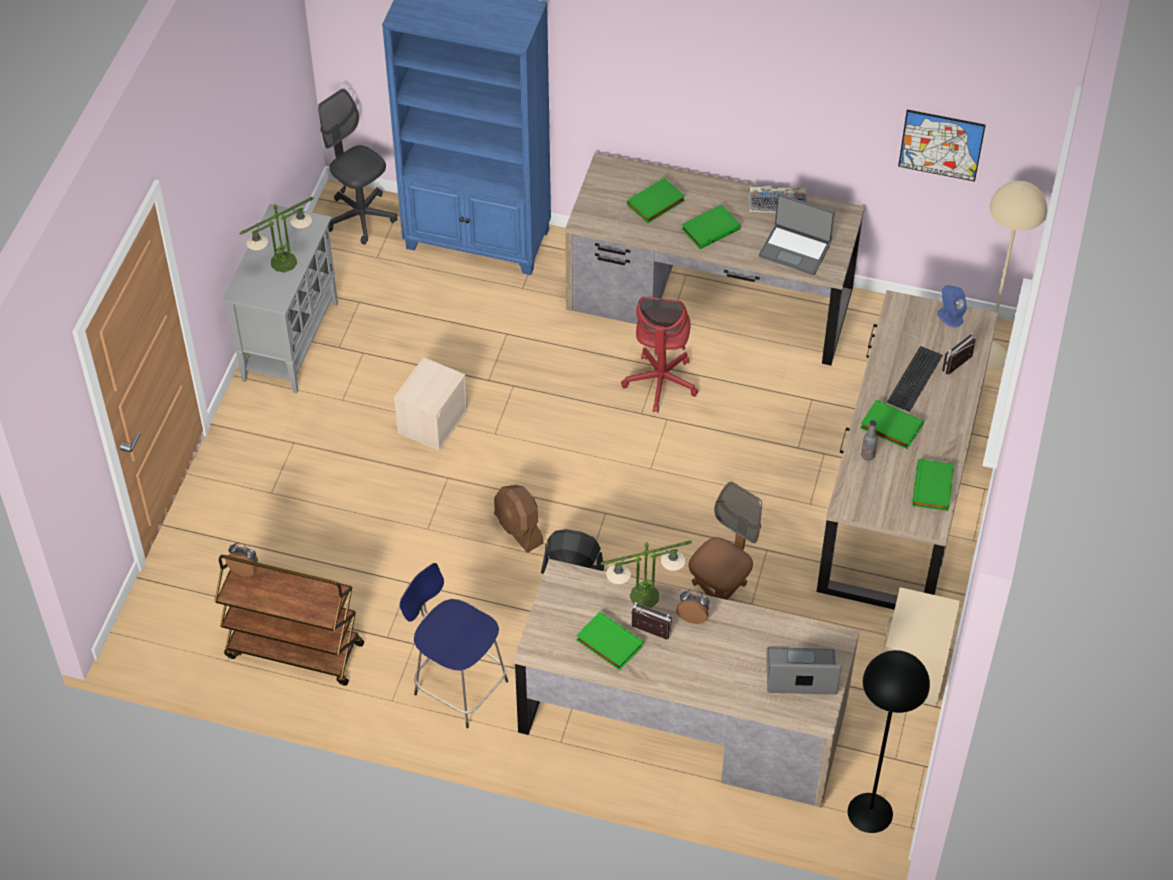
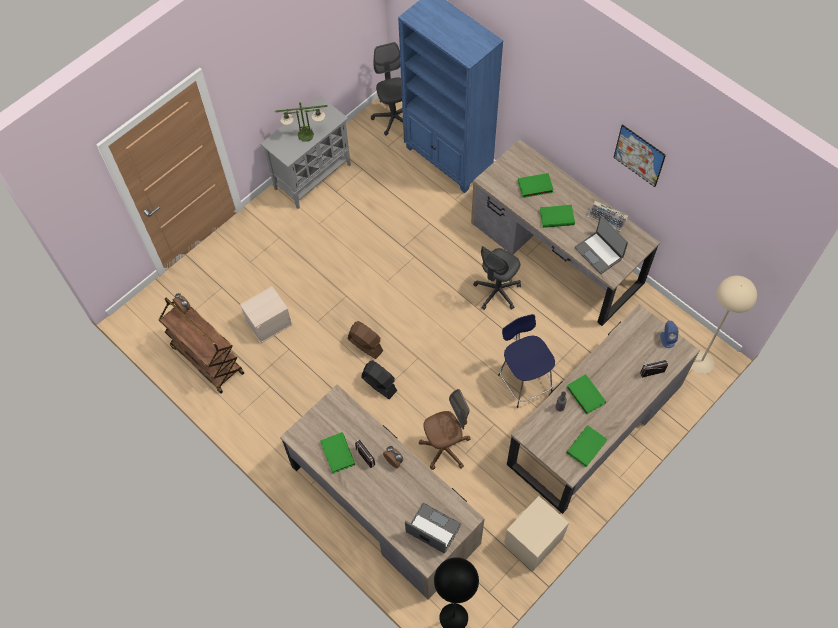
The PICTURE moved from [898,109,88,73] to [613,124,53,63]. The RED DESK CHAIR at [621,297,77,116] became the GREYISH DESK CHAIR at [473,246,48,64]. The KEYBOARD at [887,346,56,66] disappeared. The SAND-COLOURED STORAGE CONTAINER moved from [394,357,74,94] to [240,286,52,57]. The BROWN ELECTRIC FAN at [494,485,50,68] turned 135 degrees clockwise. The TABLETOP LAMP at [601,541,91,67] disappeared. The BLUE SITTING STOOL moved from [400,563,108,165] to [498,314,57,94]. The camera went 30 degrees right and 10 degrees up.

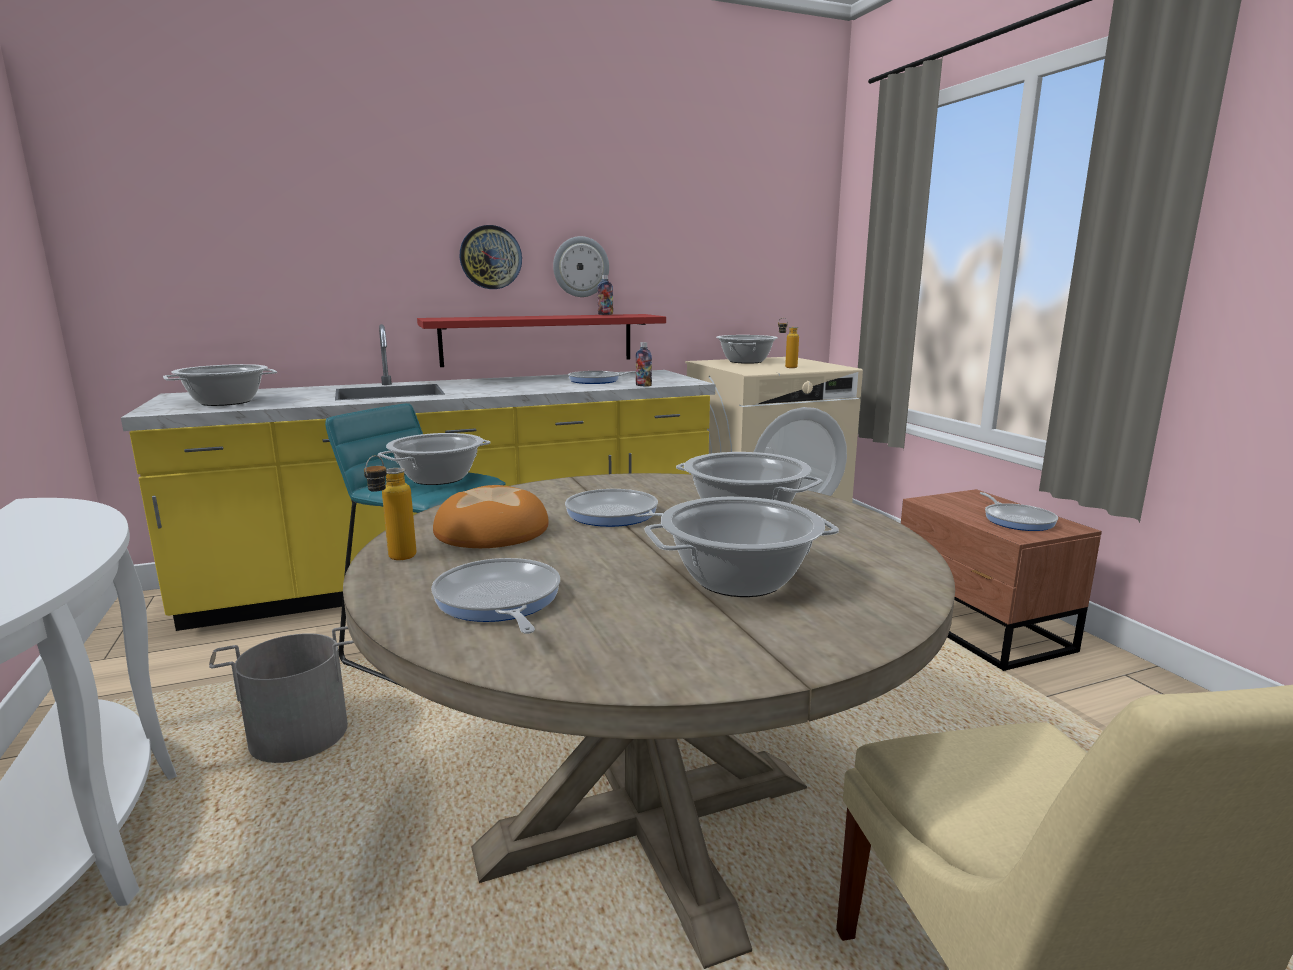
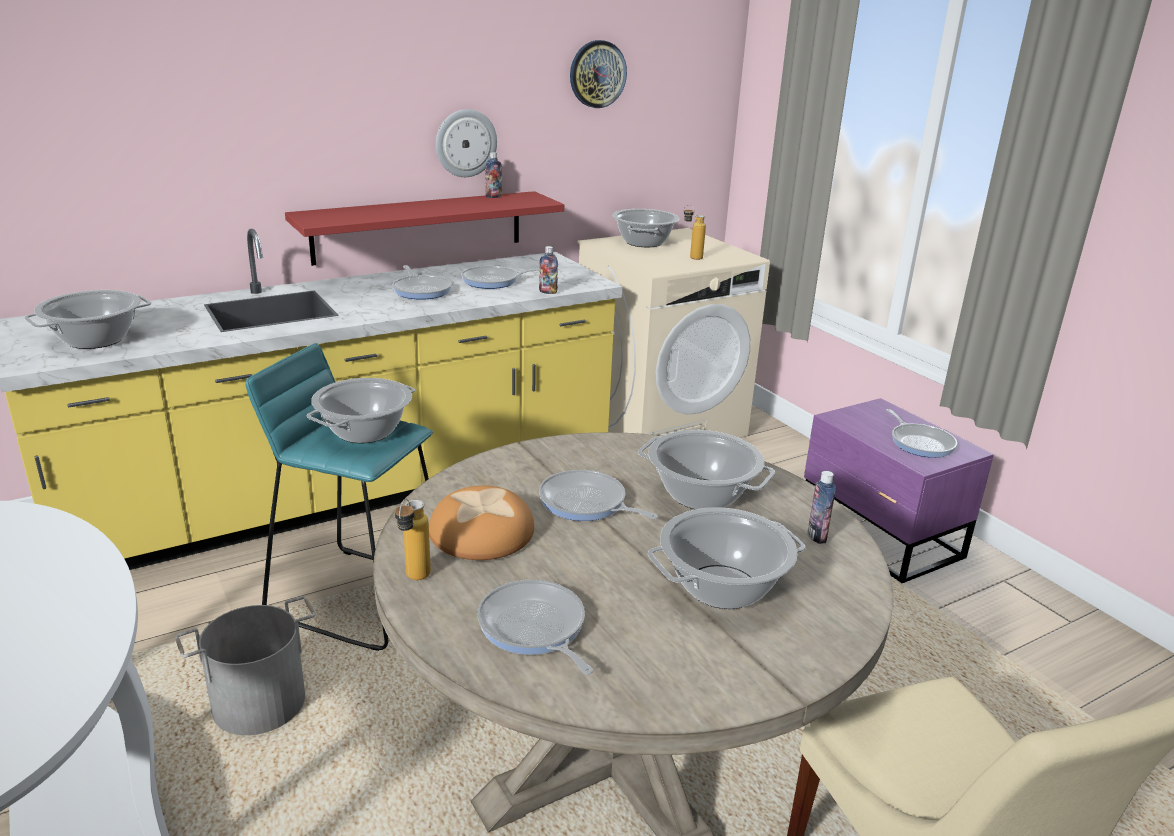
The CLOCK ON THE WALL moved from [460,225,62,64] to [570,40,57,68]. The BROWN NIGHT TABLE at [901,489,201,182] became the PURPLE-COLOURED NIGHT TABLE at [804,398,190,185]. The SKILLET at [392,265,60,35] appeared. The BOTTLE at [807,471,29,73] appeared. The camera went 10 degrees left and 10 degrees up.

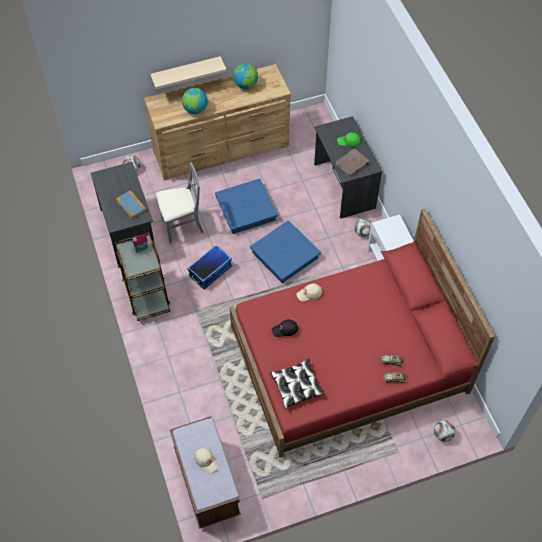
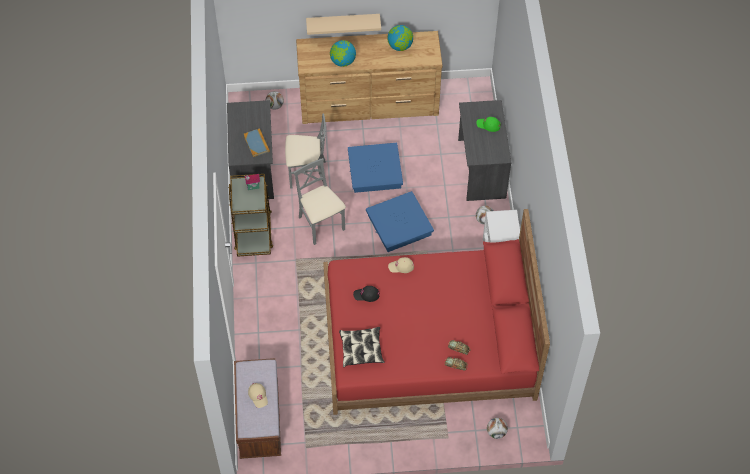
The BROWN VOLUME at [336,148,34,28] disappeared. The STORAGE CONTAINER at [187,245,45,44] was replaced by the GREYISH PLAIN CHAIR at [294,158,52,87]. The camera went 15 degrees right and 0 degrees up.

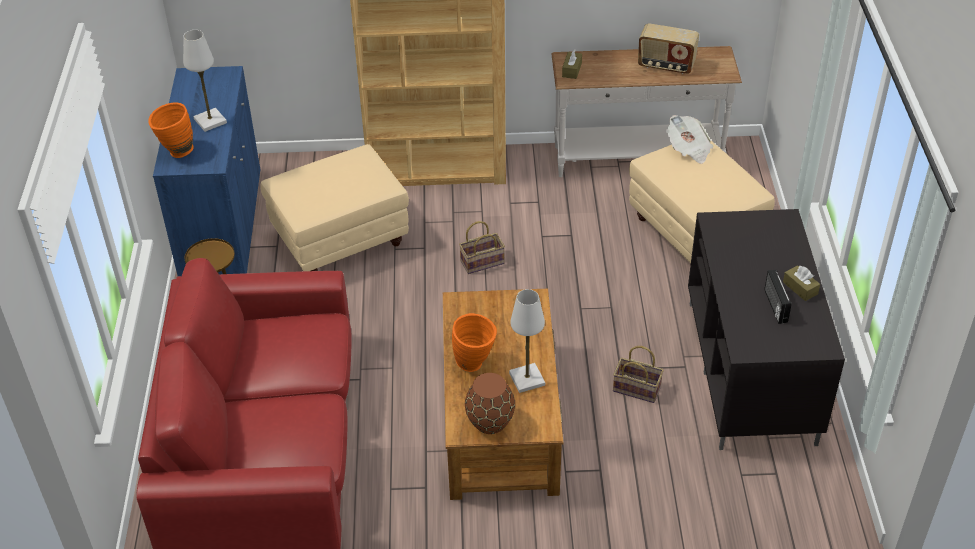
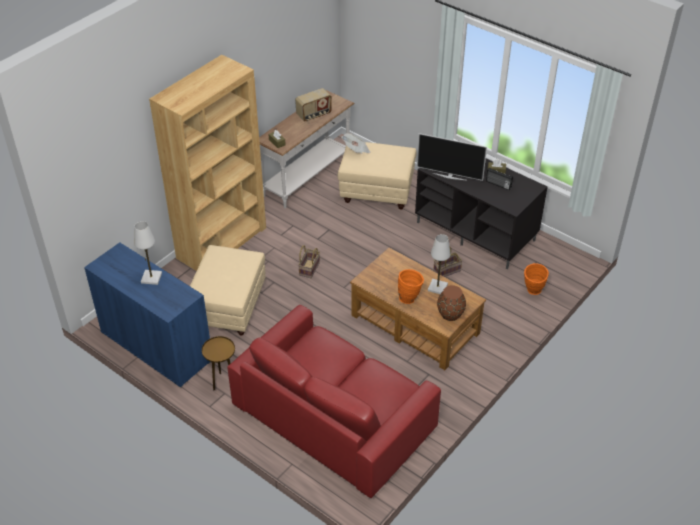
The ORANGEY VASE moved from [148,102,46,56] to [524,263,25,32]. The TV SET at [417,133,70,48] appeared. The camera went 50 degrees left and 0 degrees up.

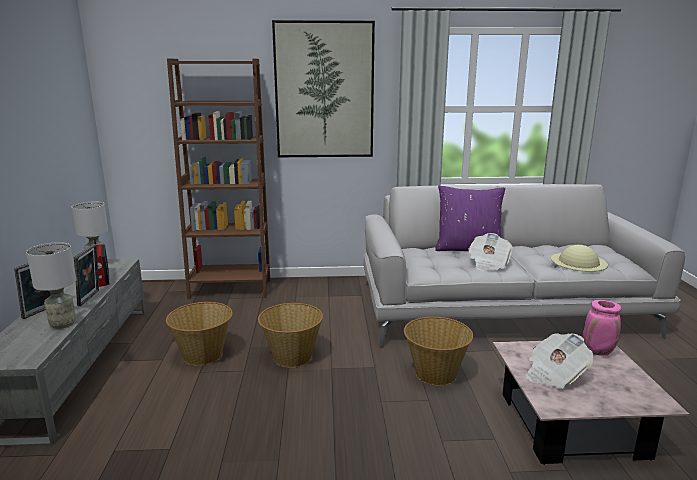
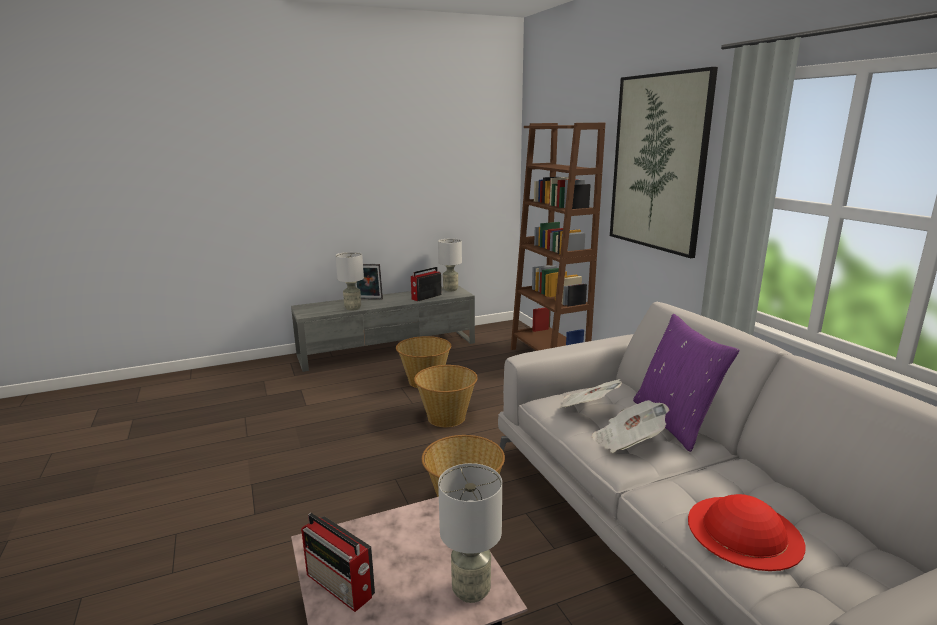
The STANDING FRAME at [74,244,25,62] disappeared. The SAND-COLOURED HAT at [551,245,57,27] became the RED HAT at [688,494,117,77]. The PINK VASE at [583,300,38,56] was replaced by the GREYISH TABLETOP LAMP at [438,463,64,140]. The PRINTED PAPER moved from [525,333,69,56] to [559,379,63,29]. The RADIO SET at [301,513,74,99] appeared. The camera went 70 degrees right and 0 degrees up.

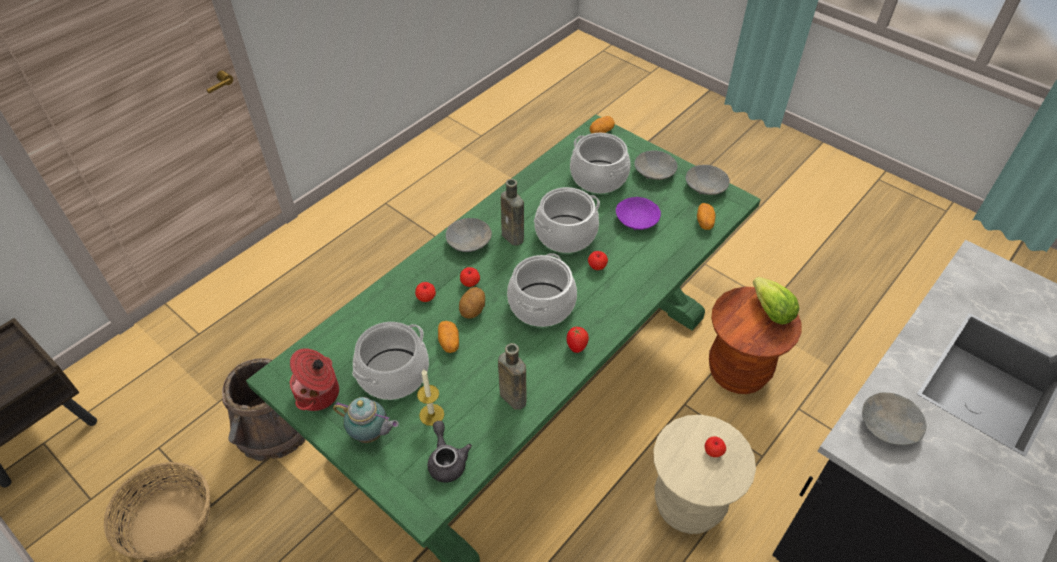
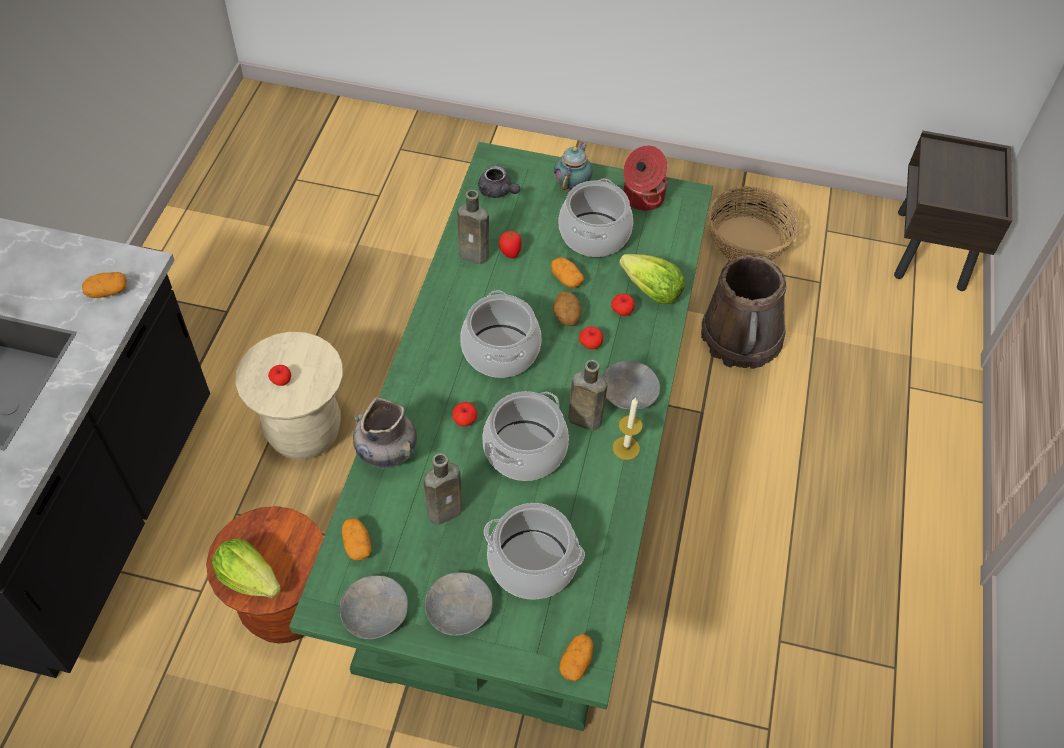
The PURPLE-COLOURED DEEP DISH at [616,197,45,33] was replaced by the BROWN BOTTLE at [424,453,38,72]. The WHOLE TOMATO moved from [567,327,22,26] to [499,231,23,28]. The CANDLE moved from [417,369,27,57] to [613,398,29,62]. The GREYISH DEEP DISH at [862,393,65,52] was replaced by the WHOLE POTATO at [82,272,45,26]. The POT FOR TEA at [333,397,66,46] turned 120 degrees clockwise. The LETTUCE at [619,254,66,50] appeared. The GREYISH VASE at [353,397,64,71] appeared. The camera went 150 degrees right and 5 degrees up.

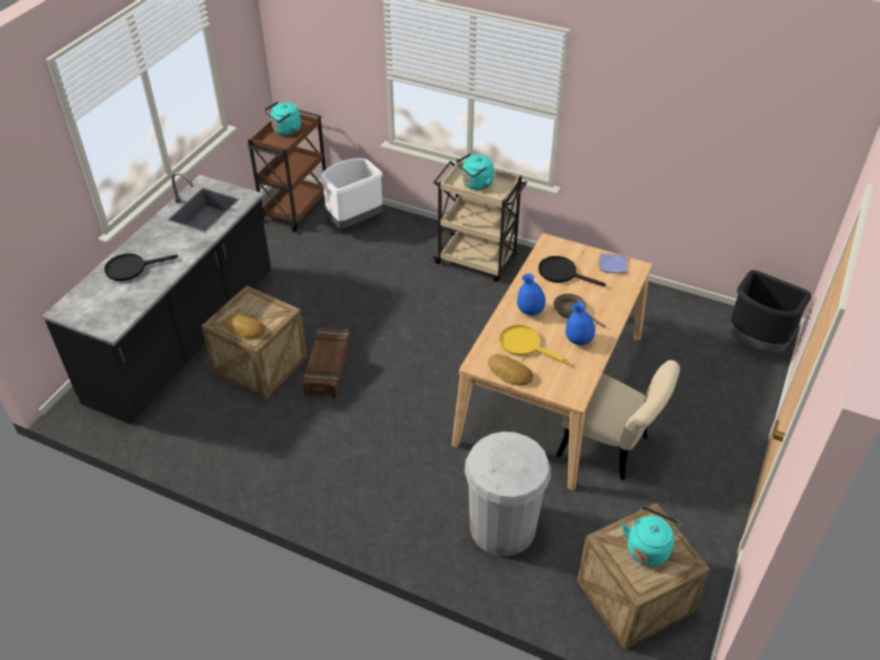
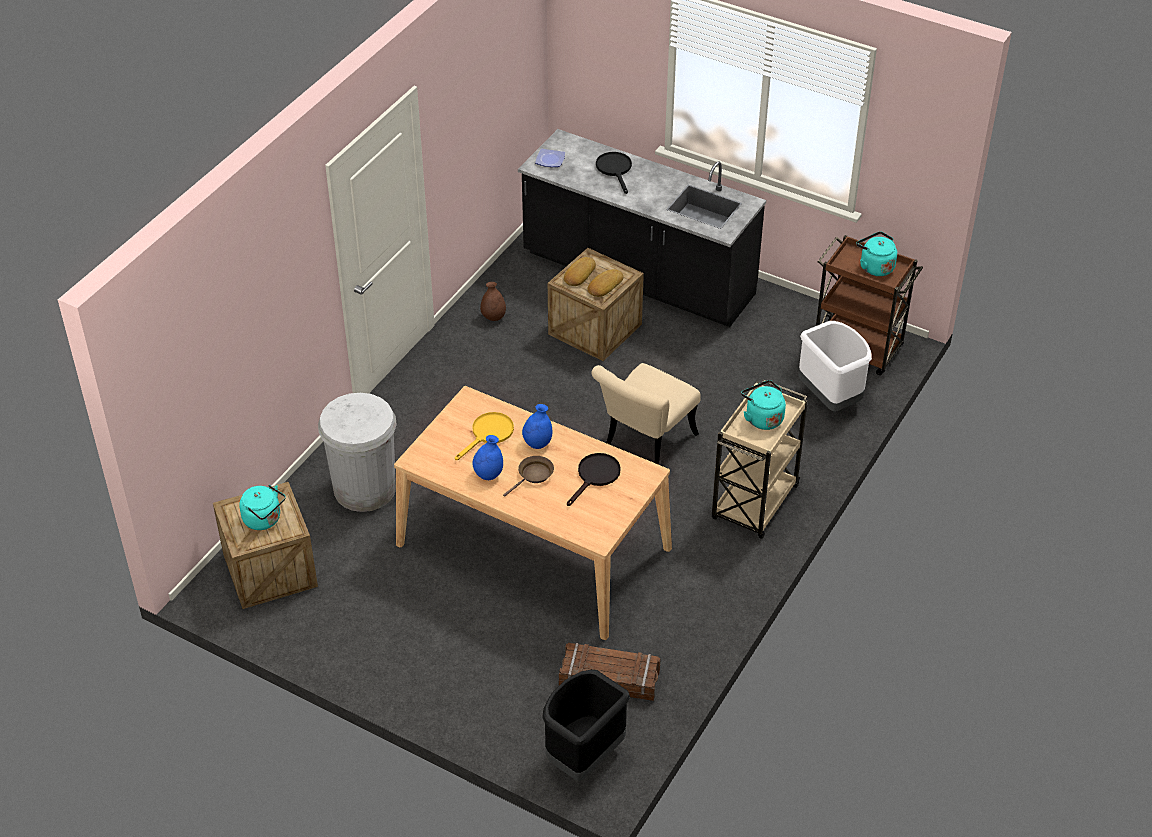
The PLATE moved from [599,253,29,20] to [535,149,30,18]. The SHIPPING CRATE moved from [303,326,48,72] to [559,643,102,58]. The BREAD moved from [488,354,45,32] to [587,269,37,28]. The SAND-COLOURED PLAIN CHAIR moved from [556,360,124,120] to [591,363,110,102]. The BROWN VASE at [480,282,26,39] appeared. The camera went 95 degrees right and 0 degrees up.

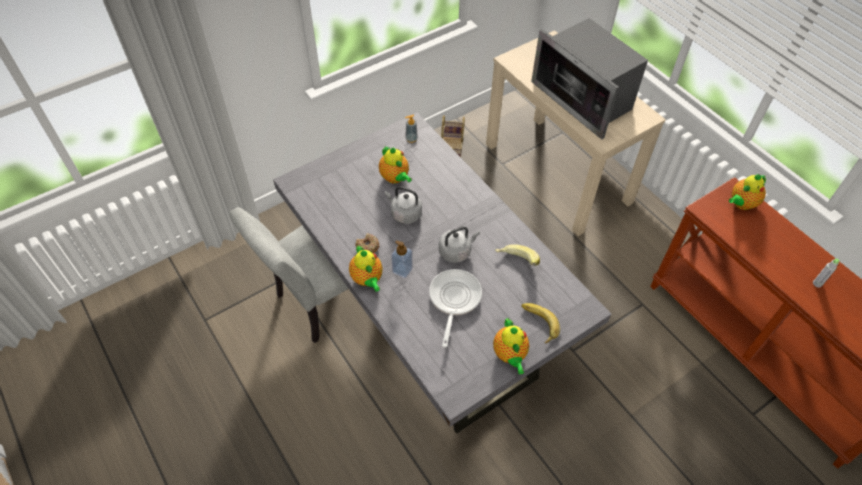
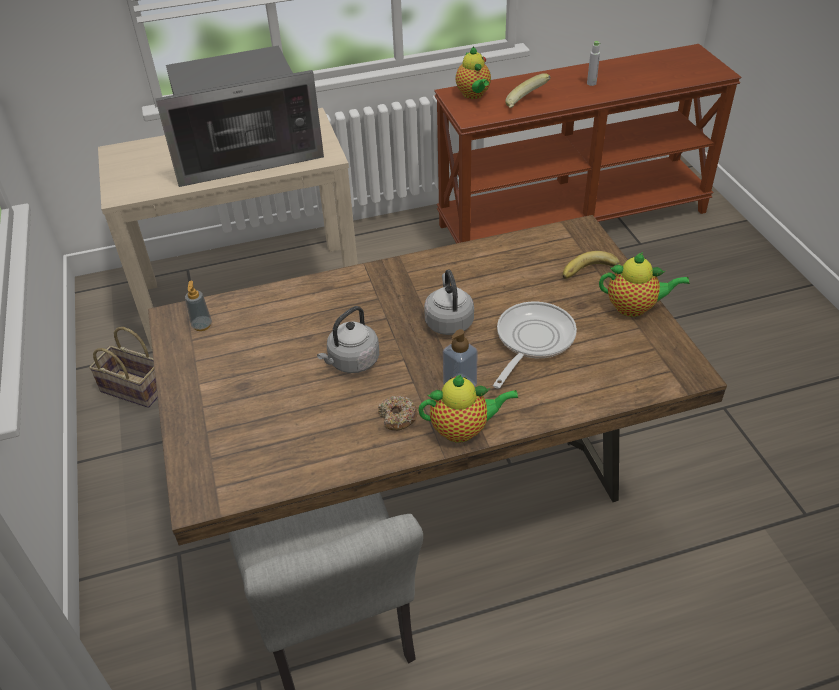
The GREYISH DINING TABLE at [273,112,339,322] became the BROWN DINING TABLE at [148,215,579,331]. The POT FOR TEA at [379,146,33,38] disappeared. The BANANA FRUIT moved from [495,244,45,22] to [505,73,45,35]. The SKILLET at [429,269,53,79] turned 90 degrees clockwise. The camera went 70 degrees left and 10 degrees down.

